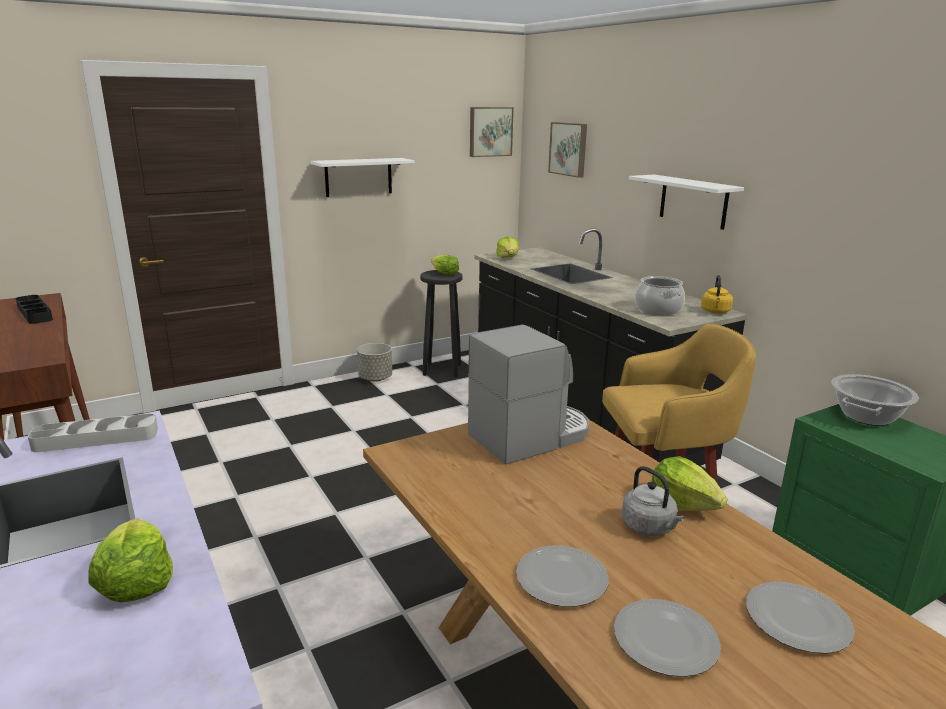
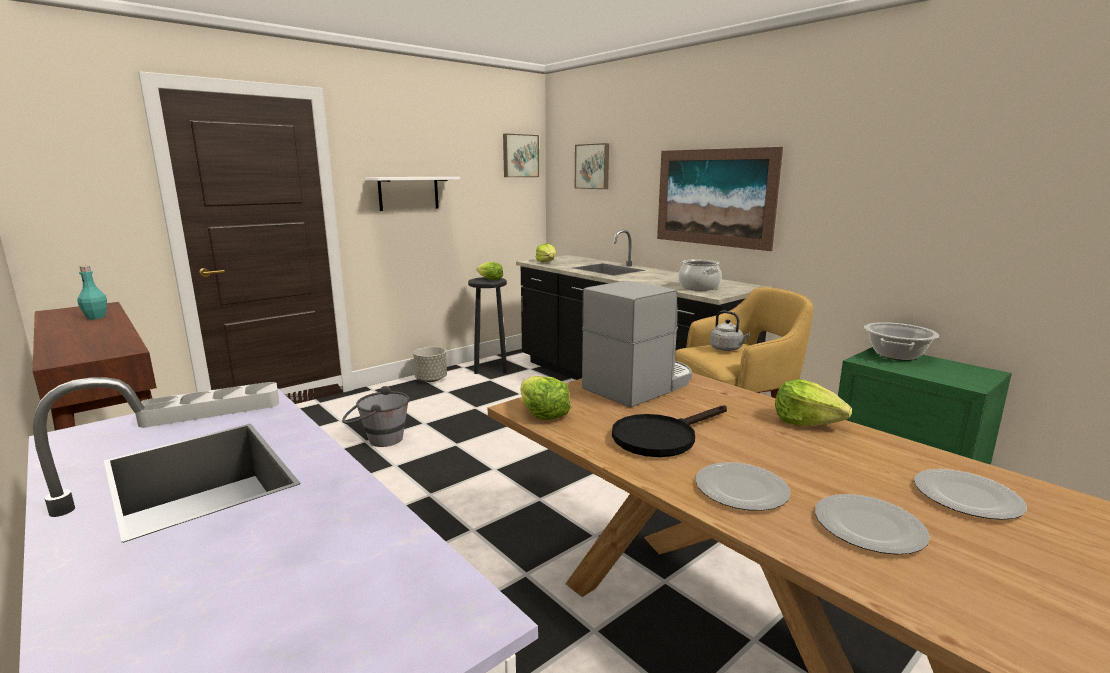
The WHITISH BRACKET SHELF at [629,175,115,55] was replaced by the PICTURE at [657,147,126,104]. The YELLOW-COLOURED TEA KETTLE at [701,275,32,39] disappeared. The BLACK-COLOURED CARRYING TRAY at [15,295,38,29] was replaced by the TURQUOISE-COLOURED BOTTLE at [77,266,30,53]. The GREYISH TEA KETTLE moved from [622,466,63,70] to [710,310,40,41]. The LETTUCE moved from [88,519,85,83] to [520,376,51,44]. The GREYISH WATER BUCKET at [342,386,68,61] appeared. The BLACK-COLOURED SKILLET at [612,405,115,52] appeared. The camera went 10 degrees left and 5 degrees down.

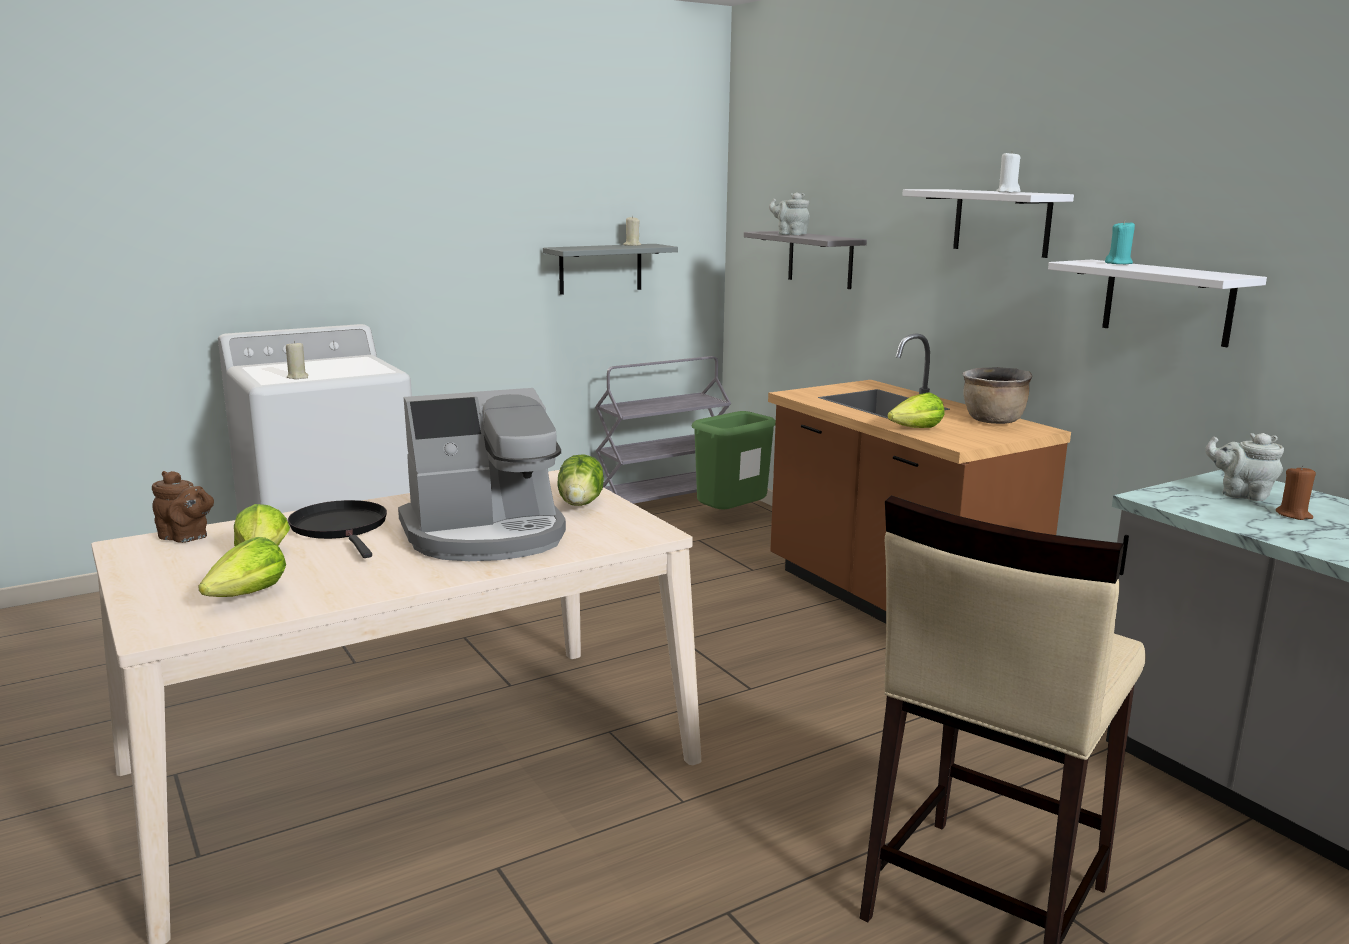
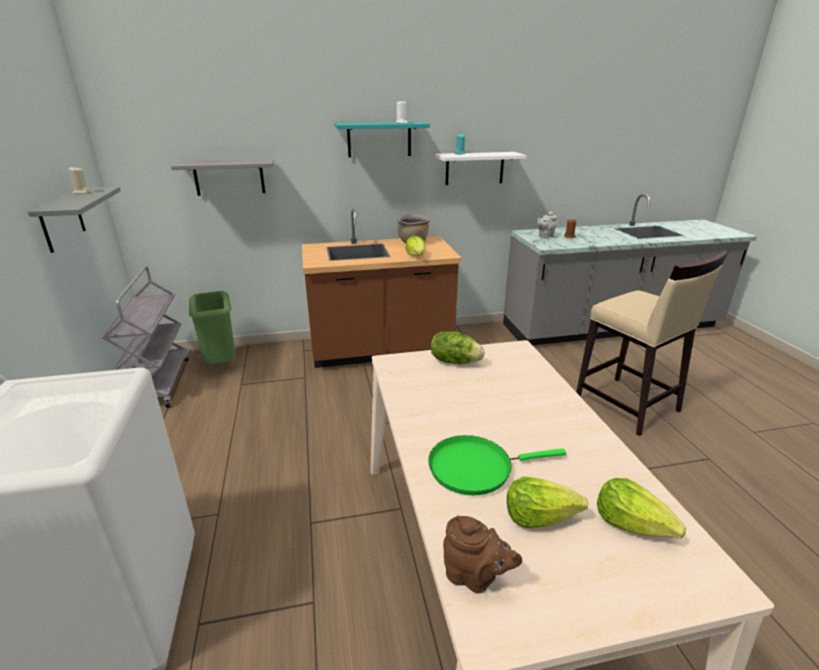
The WHITISH BRACKET SHELF at [902,189,172,69] became the TURQUOISE-COLOURED BRACKET SHELF at [334,122,96,35]. The GREYISH POT FOR TEA at [769,192,41,43] disappeared. The SAND-COLOURED CANDLE at [286,341,23,38] disappeared. The COFFEE MACHINE at [398,388,168,173] disappeared. The BROWN POT FOR TEA at [152,471,62,72] turned 75 degrees clockwise. The BLACK-COLOURED SKILLET at [288,500,99,58] became the GREEN-COLOURED SKILLET at [428,435,138,60]. The camera went 70 degrees left and 10 degrees up.

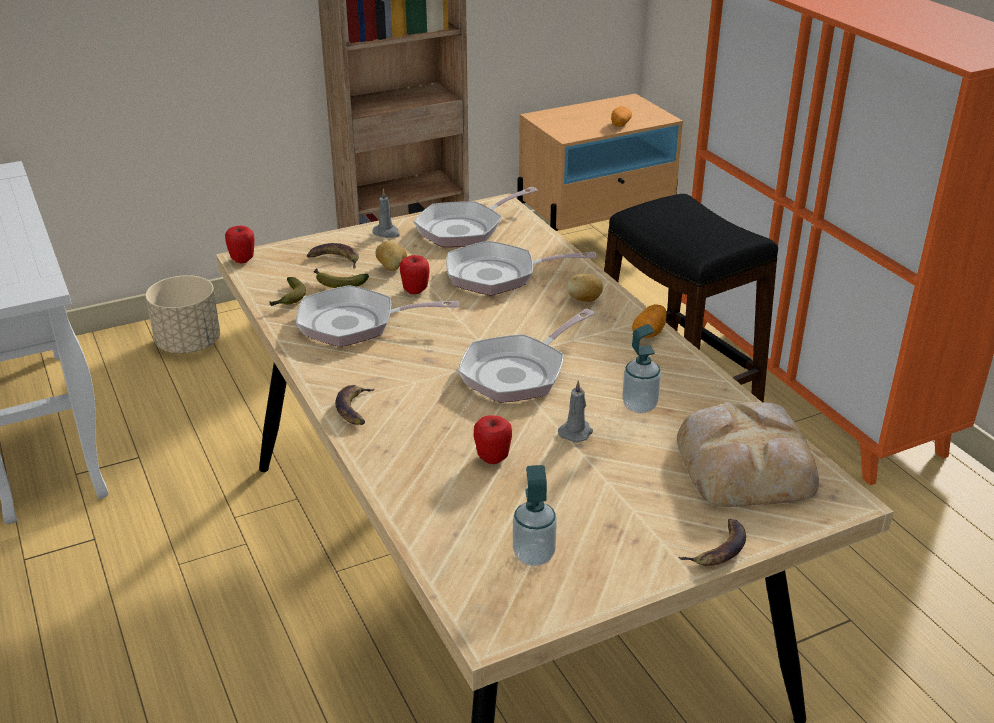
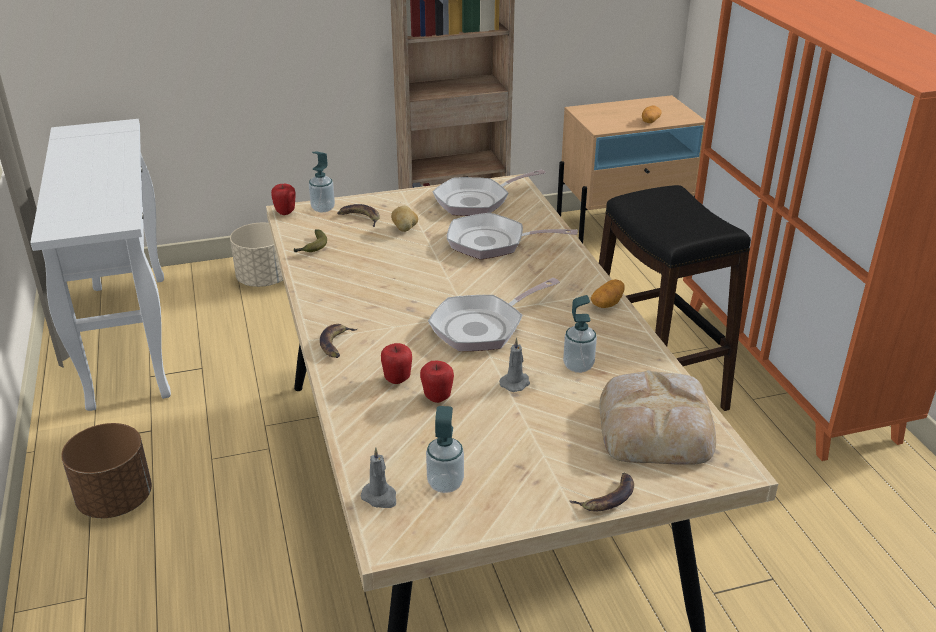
The GREYISH CANDLE moved from [372,189,28,49] to [361,447,35,61]. The APPLE FRUIT moved from [400,255,30,39] to [381,343,31,41]. The BANANA FRUIT at [314,268,55,20] disappeared. The WHOLE POTATO at [567,274,36,28] disappeared. The SKILLET at [296,285,163,62] disappeared. The SOAP BOTTLE at [309,151,26,61] appeared. The BROWN PLANTER at [61,423,91,95] appeared. The camera went 10 degrees right and 0 degrees up.

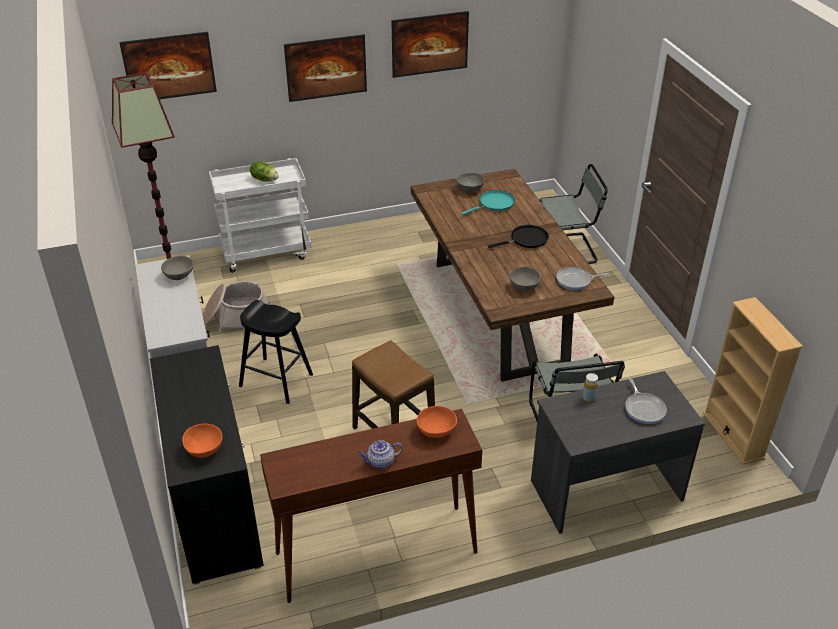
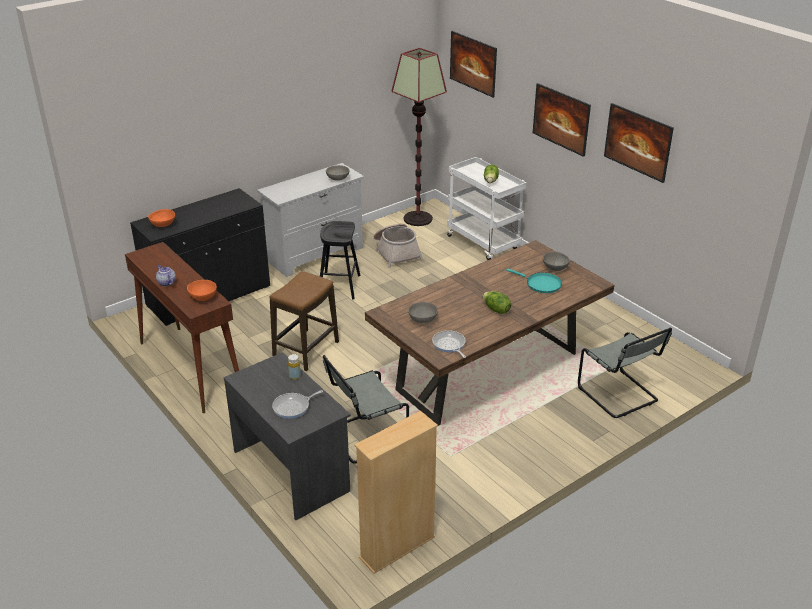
The BLACK-COLOURED SKILLET at [488,225,61,23] was replaced by the LETTUCE at [482,291,29,23]. The camera went 70 degrees right and 5 degrees down.

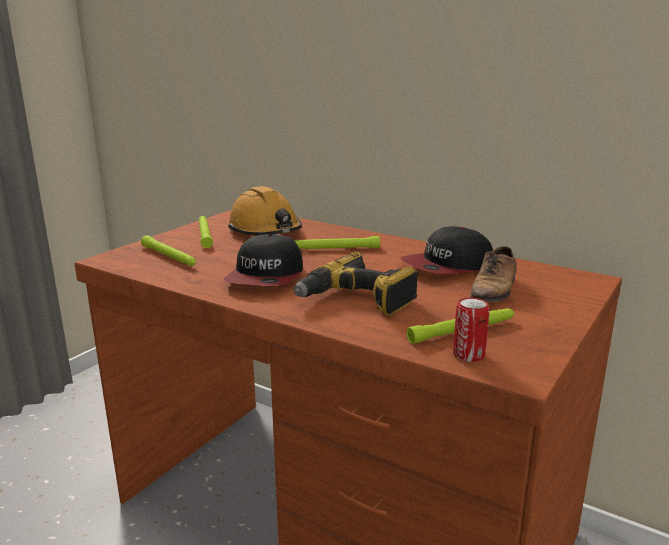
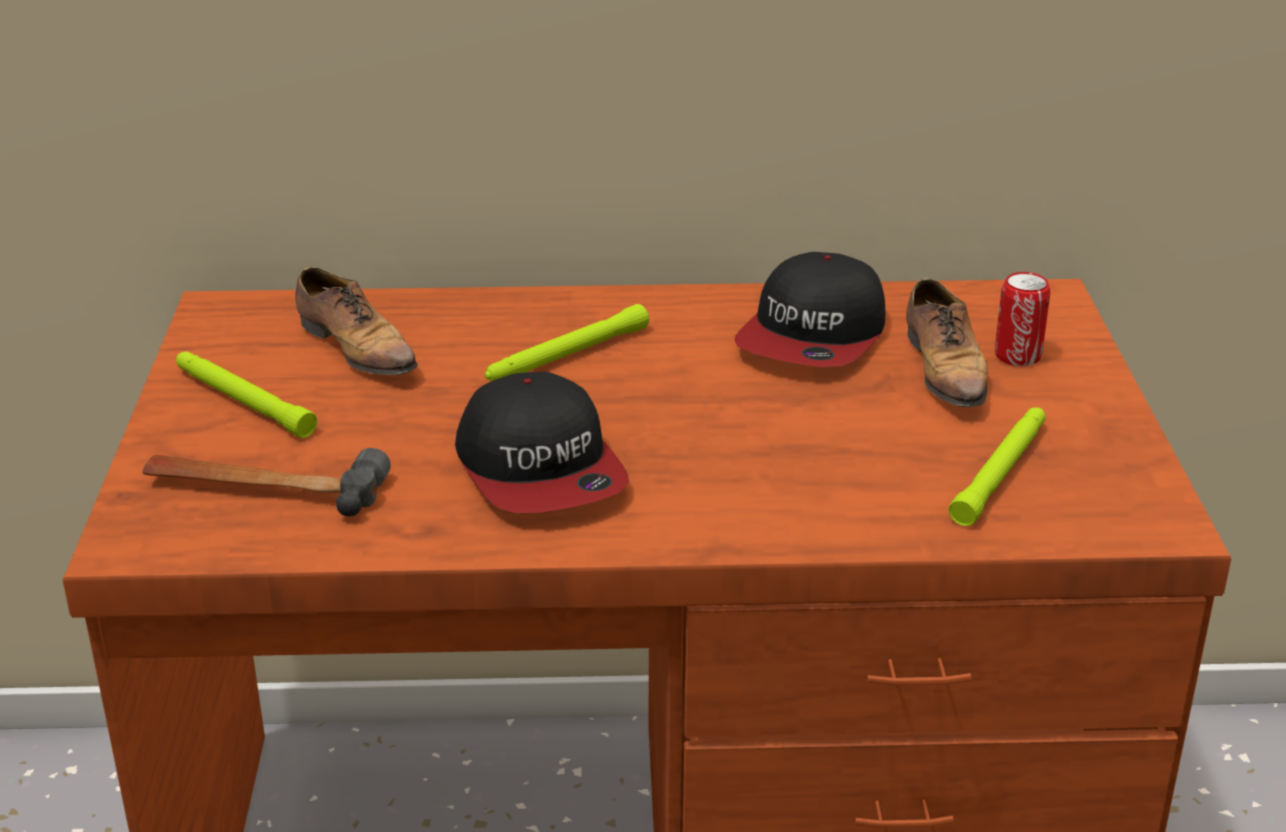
The ORANGEY WORK HELMET at [228,186,74,49] was replaced by the ITEM OF FOOTWEAR at [295,267,123,113]. The GREEN-COLOURED TORCH at [141,235,55,31] was replaced by the HAND HAMMER at [142,448,248,68]. The POWER DRILL at [294,252,124,64] disappeared. The METAL CAN moved from [453,297,37,65] to [995,272,55,94]. The camera went 35 degrees left and 10 degrees up.

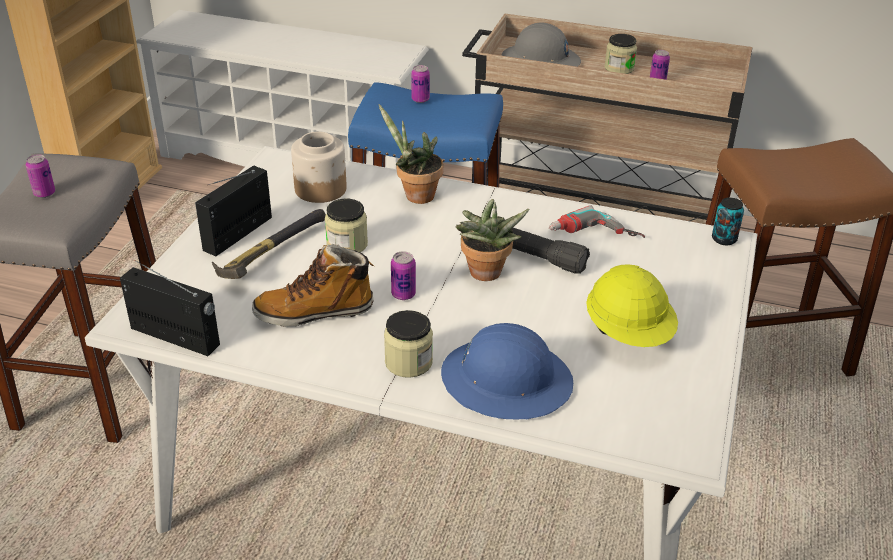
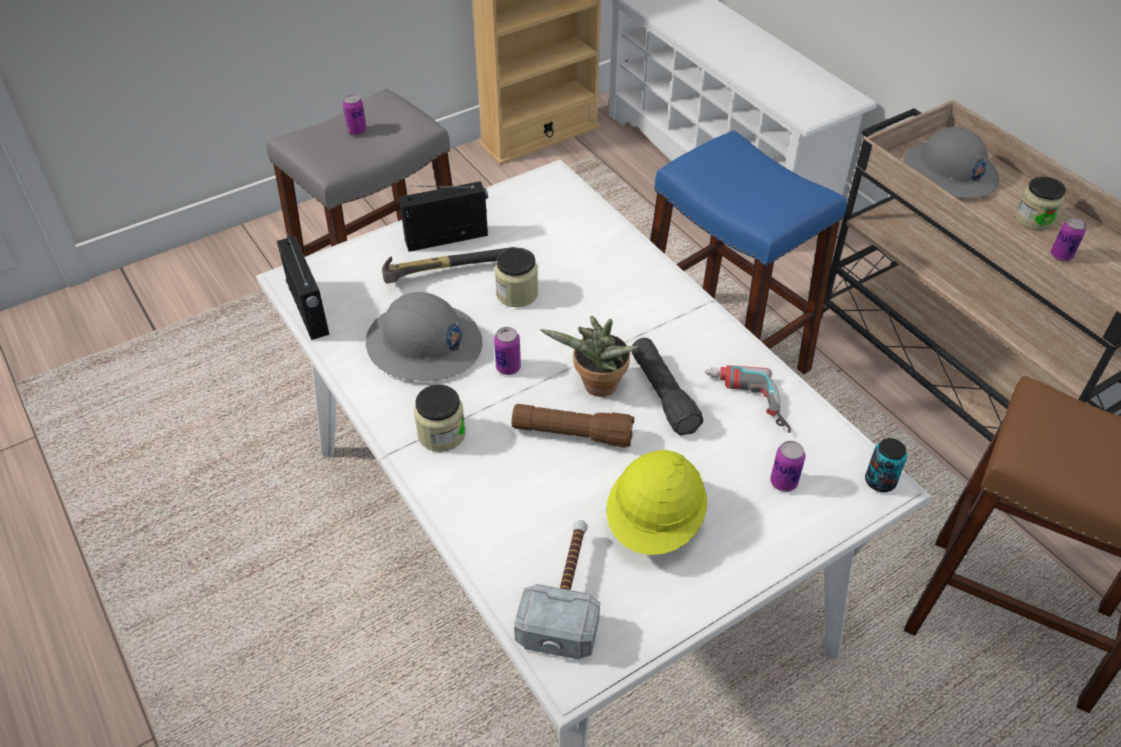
The METAL CAN moved from [411,65,19,38] to [770,441,35,51]. The HOUSEPLANT at [379,104,64,100] disappeared. The STORAGE JAR at [291,132,56,71] disappeared. The BOOT at [252,244,122,83] was replaced by the GREYISH WORK HELMET at [366,292,116,89]. The BLUE WORK HELMET at [441,323,132,97] disappeared. The BROWN TORCH at [512,404,122,44] appeared. The HAND HAMMER at [514,520,86,140] appeared. The camera went 40 degrees right and 10 degrees up.

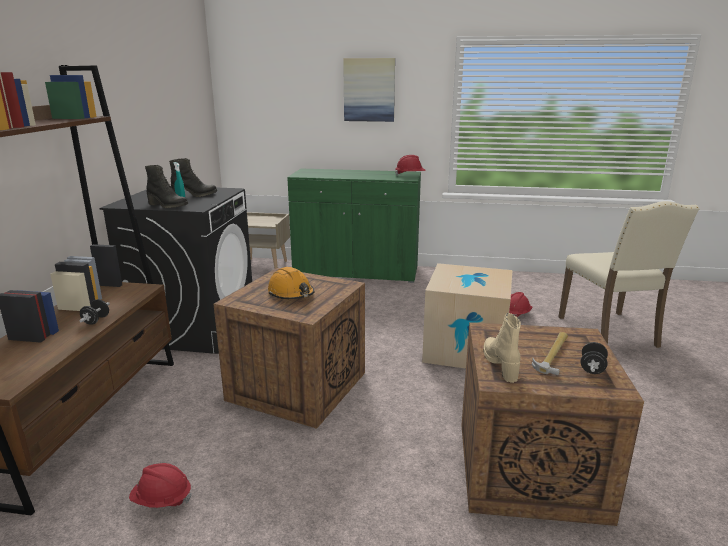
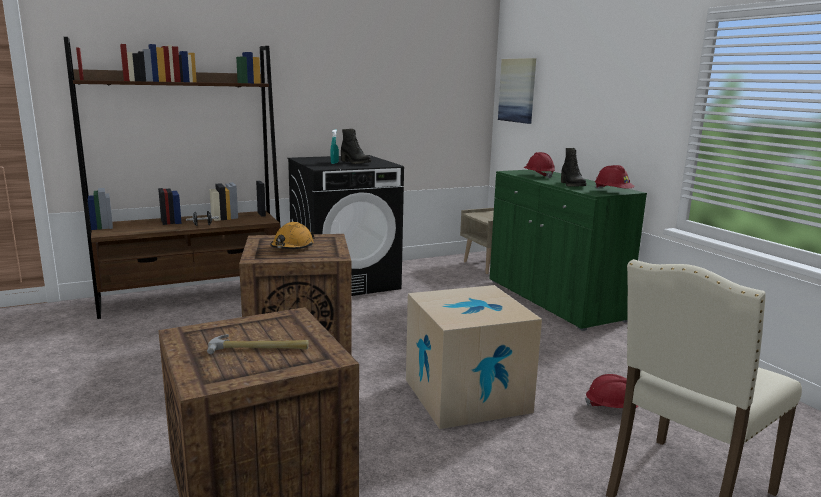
The PICTURE moved from [343,58,52,64] to [498,58,38,66]. The BLACK-COLOURED BOOT moved from [145,165,43,43] to [561,148,25,39]. The SAND-COLOURED BOOT at [483,313,38,70] disappeared. The BLACK-COLOURED HAND WEIGHT at [581,342,27,32] disappeared. The RED WORK HELMET moved from [129,463,63,45] to [523,152,32,27]. The camera went 55 degrees right and 5 degrees down.

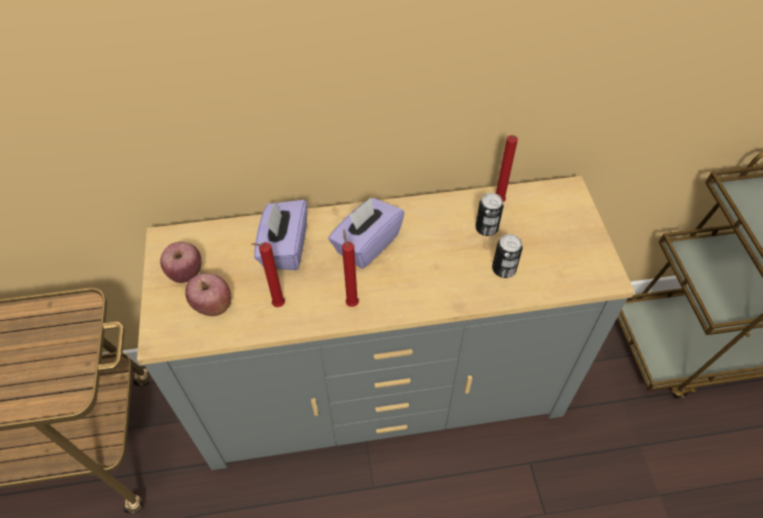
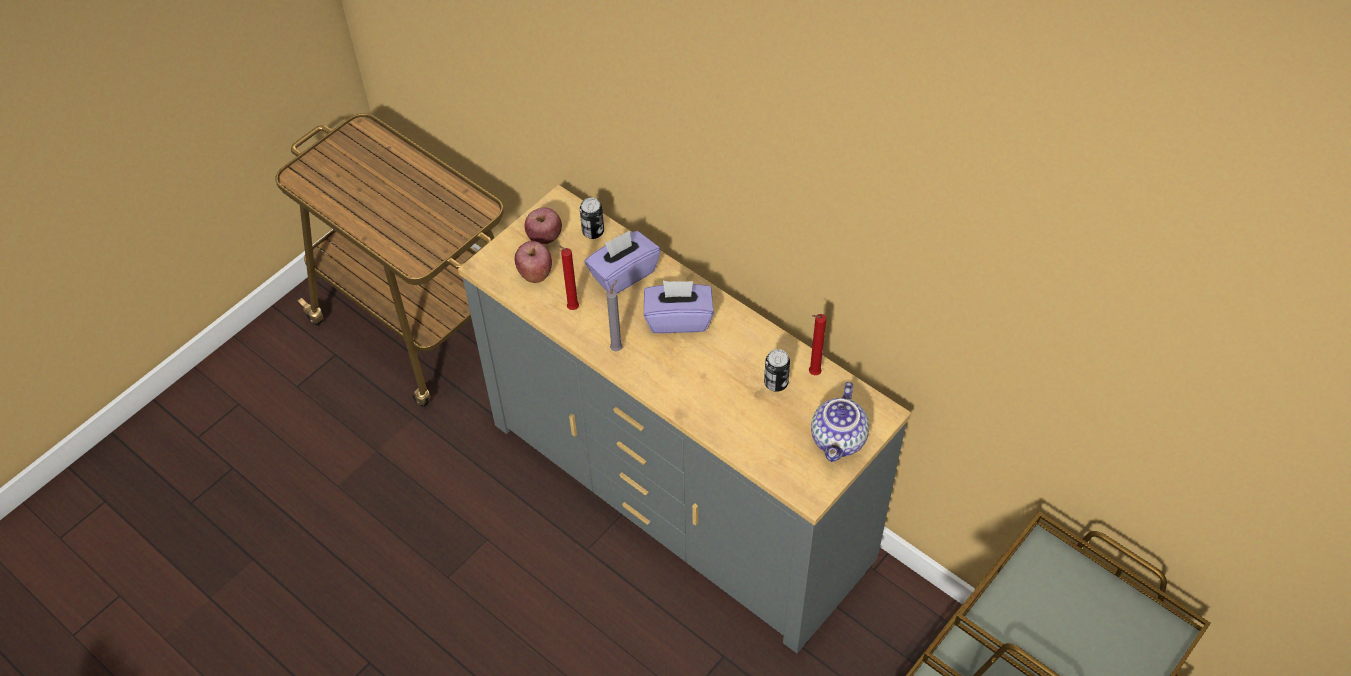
The RED CANDLE at [342,230,17,77] became the GREYISH CANDLE at [607,280,16,71]. The METAL CAN moved from [492,234,31,44] to [580,198,24,41]. The POT FOR TEA at [811,382,58,80] appeared. The camera went 50 degrees right and 0 degrees up.

